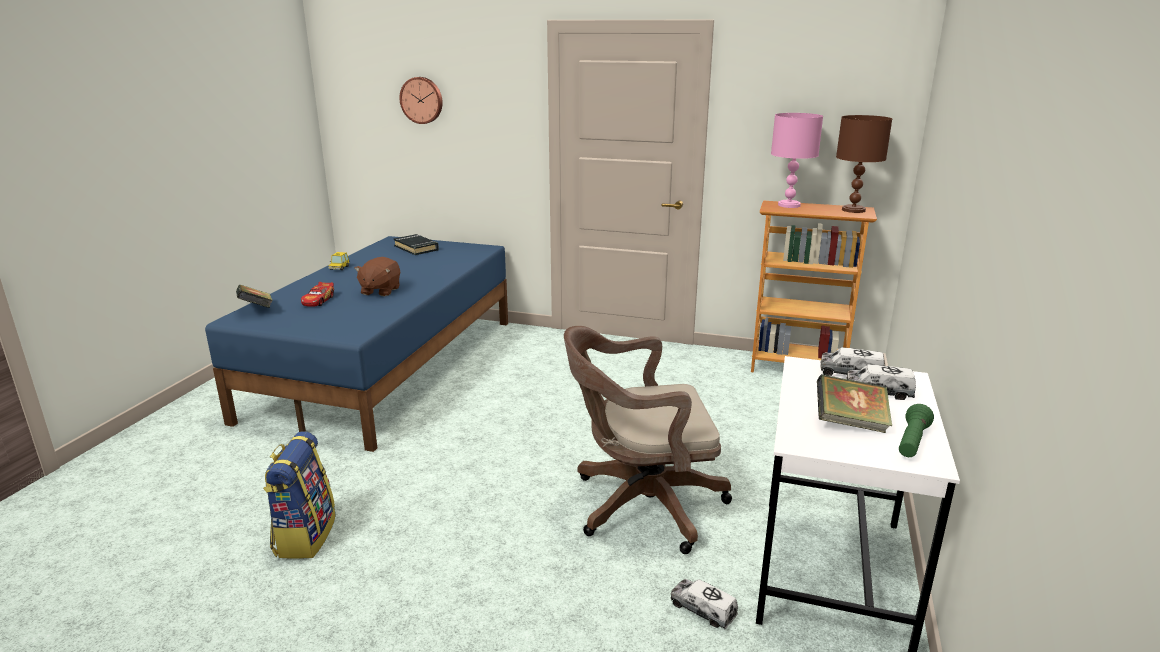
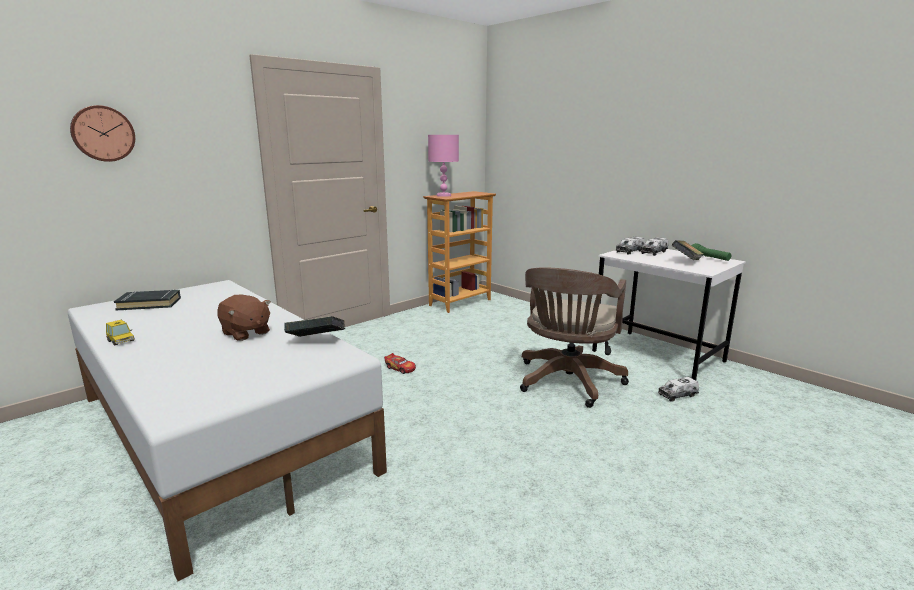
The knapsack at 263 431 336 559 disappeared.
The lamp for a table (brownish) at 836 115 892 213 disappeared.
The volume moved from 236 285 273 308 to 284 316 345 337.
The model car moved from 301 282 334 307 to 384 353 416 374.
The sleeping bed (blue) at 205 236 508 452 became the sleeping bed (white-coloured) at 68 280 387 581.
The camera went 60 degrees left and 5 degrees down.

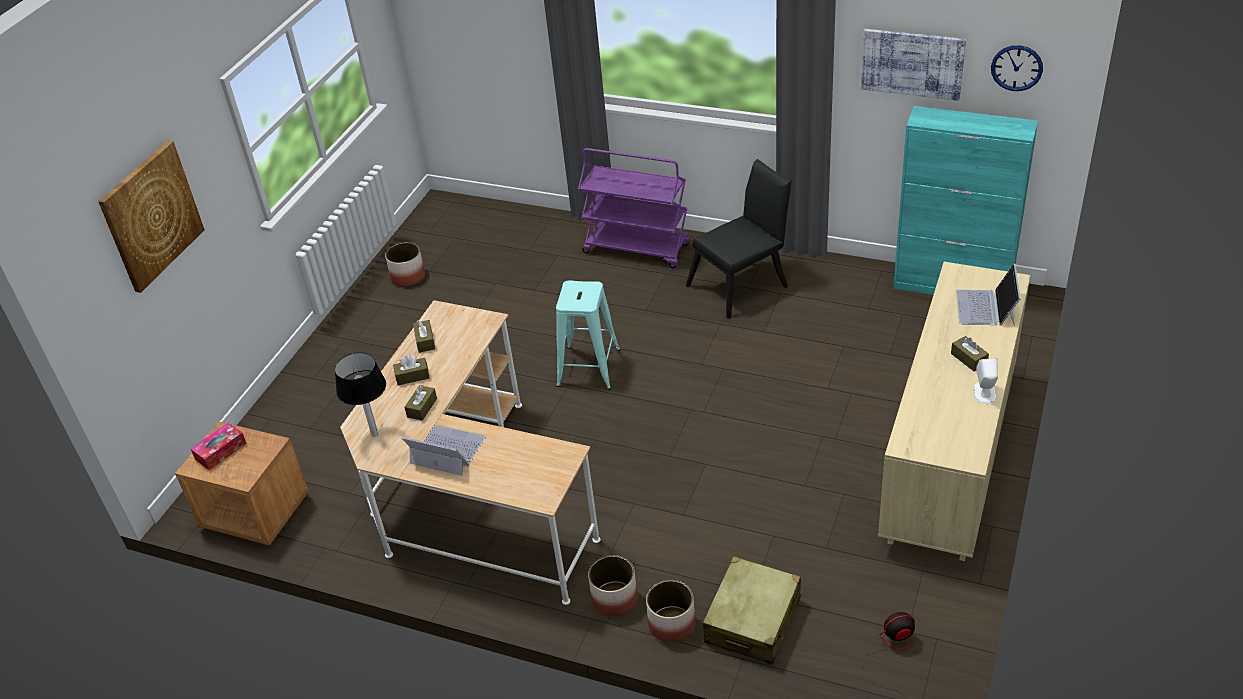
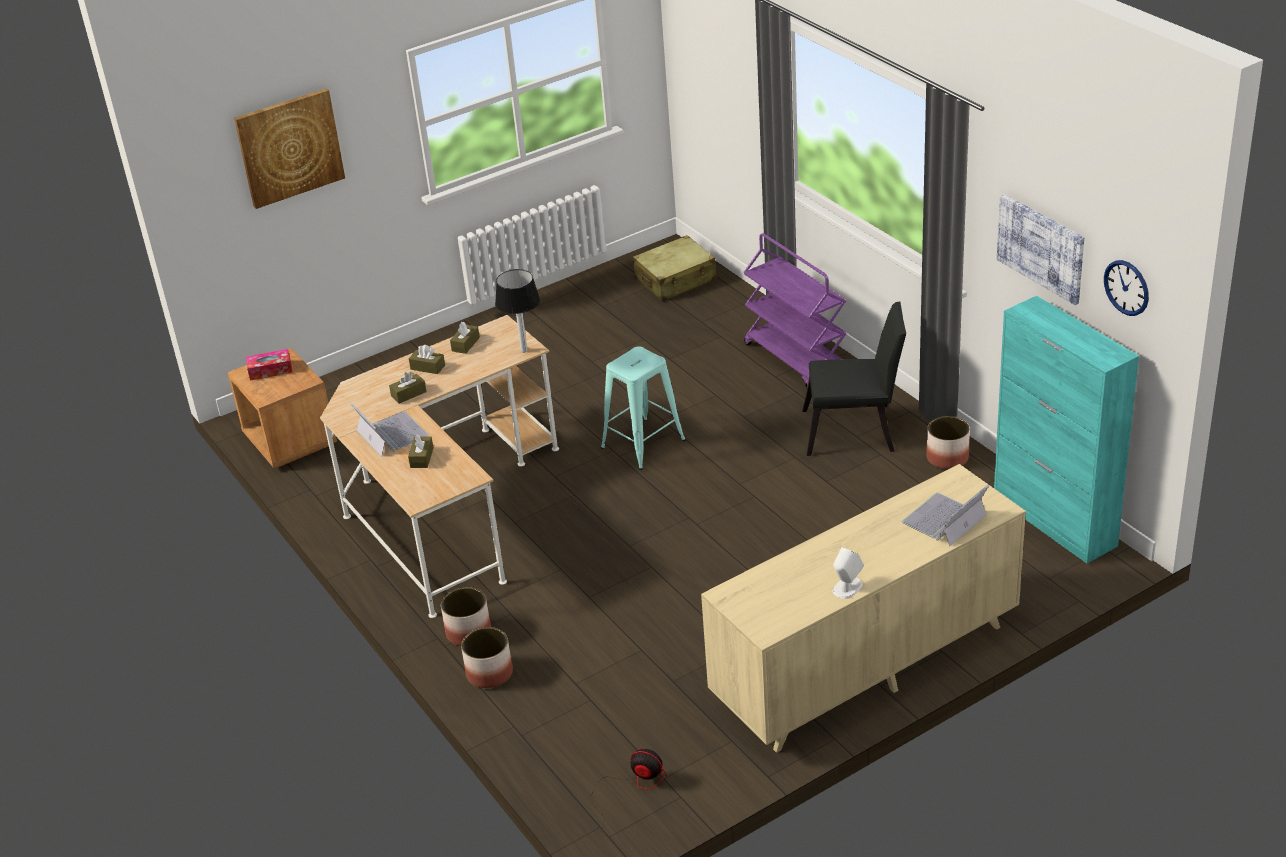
The lamp for a table moved from 335 352 386 437 to 495 269 540 353.
The planter moved from 385 242 425 287 to 926 416 970 469.
The suitcase (beige-coloured) moved from 703 556 801 665 to 633 235 717 301.
The tissue box (brownish) moved from 951 336 989 371 to 408 434 433 468.
The camera went 35 degrees right and 5 degrees down.

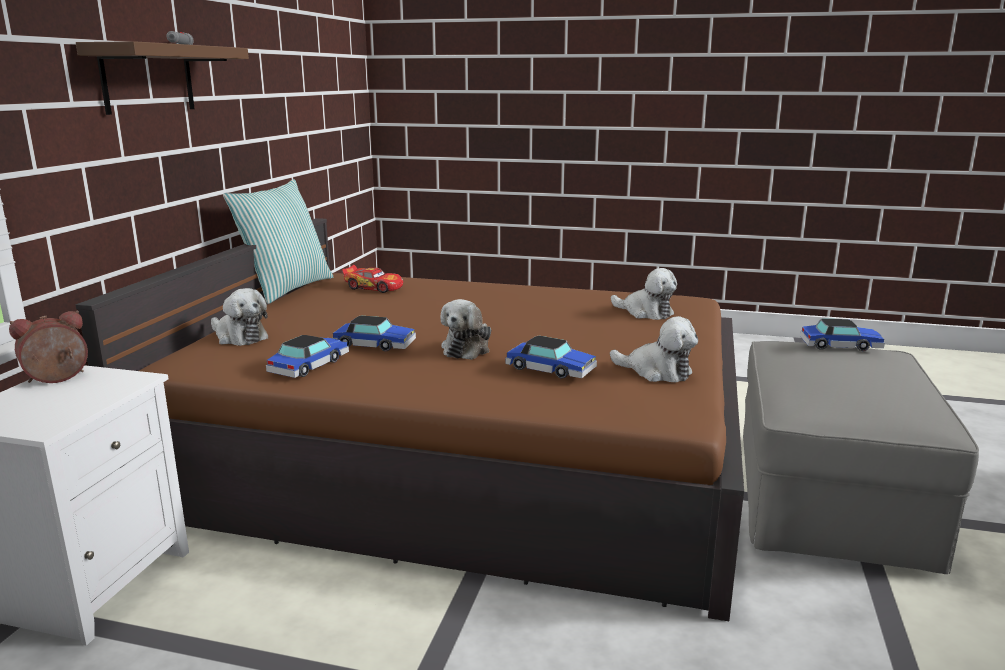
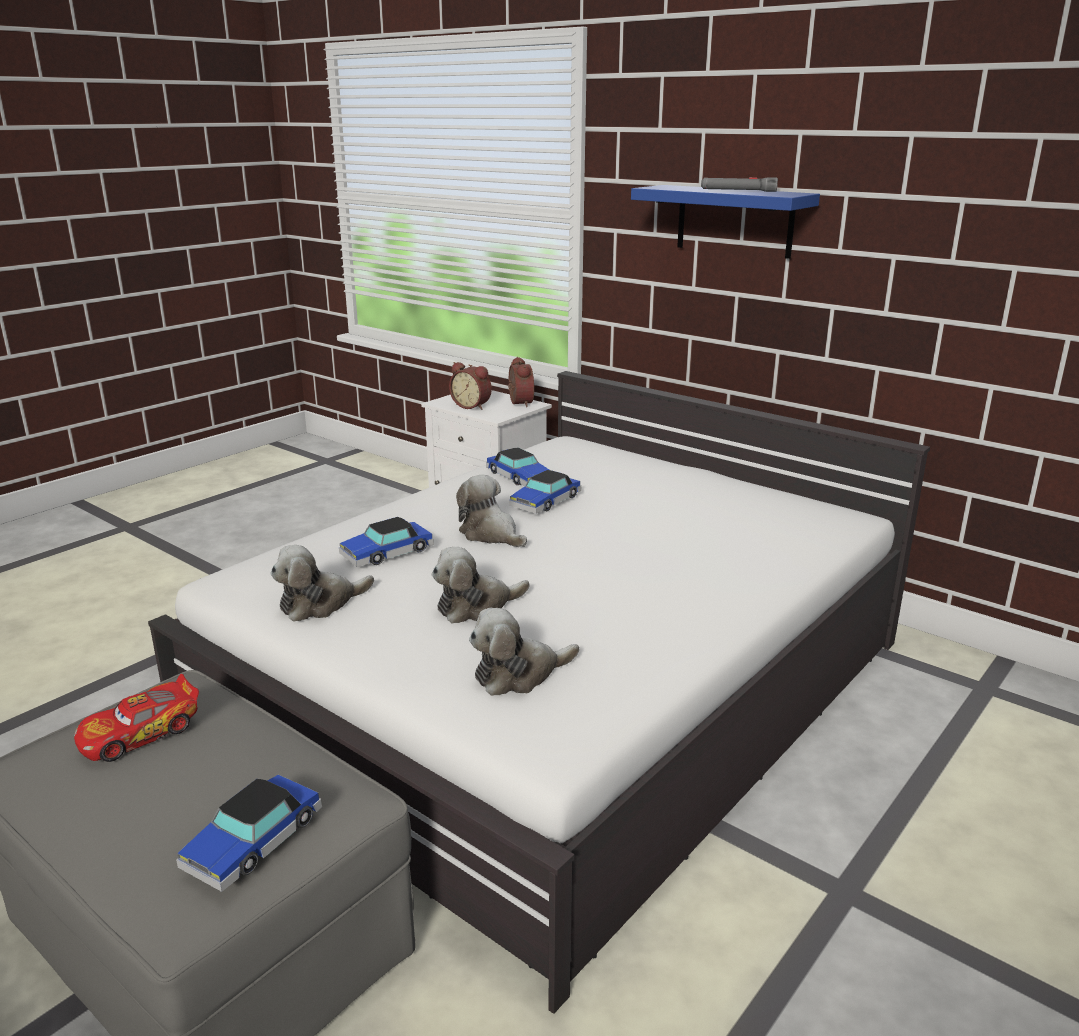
The pillow at 223 179 333 304 disappeared.
The table clock at 449 362 492 410 appeared.
The soft toy moved from 211 288 269 346 to 432 547 530 623.
The model car moved from 342 265 403 293 to 74 674 199 762.
The bracket shelf (brownish) at 76 41 249 115 became the bracket shelf (blue) at 631 185 820 259.
The sleeping bed (brownish) at 76 218 744 621 became the sleeping bed (white-coloured) at 148 371 930 1014.
The camera went 115 degrees right and 5 degrees up.

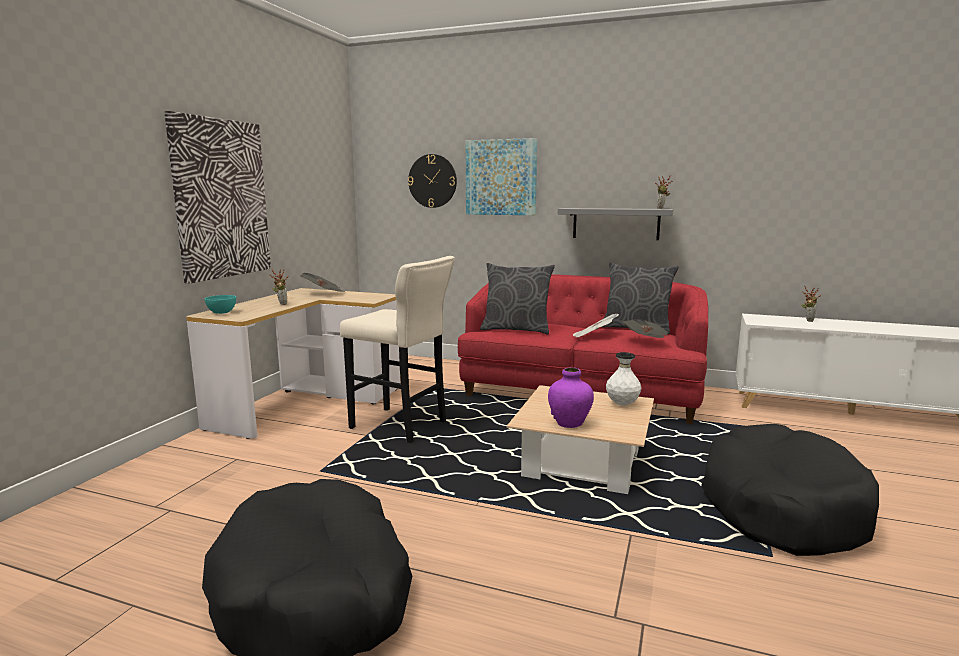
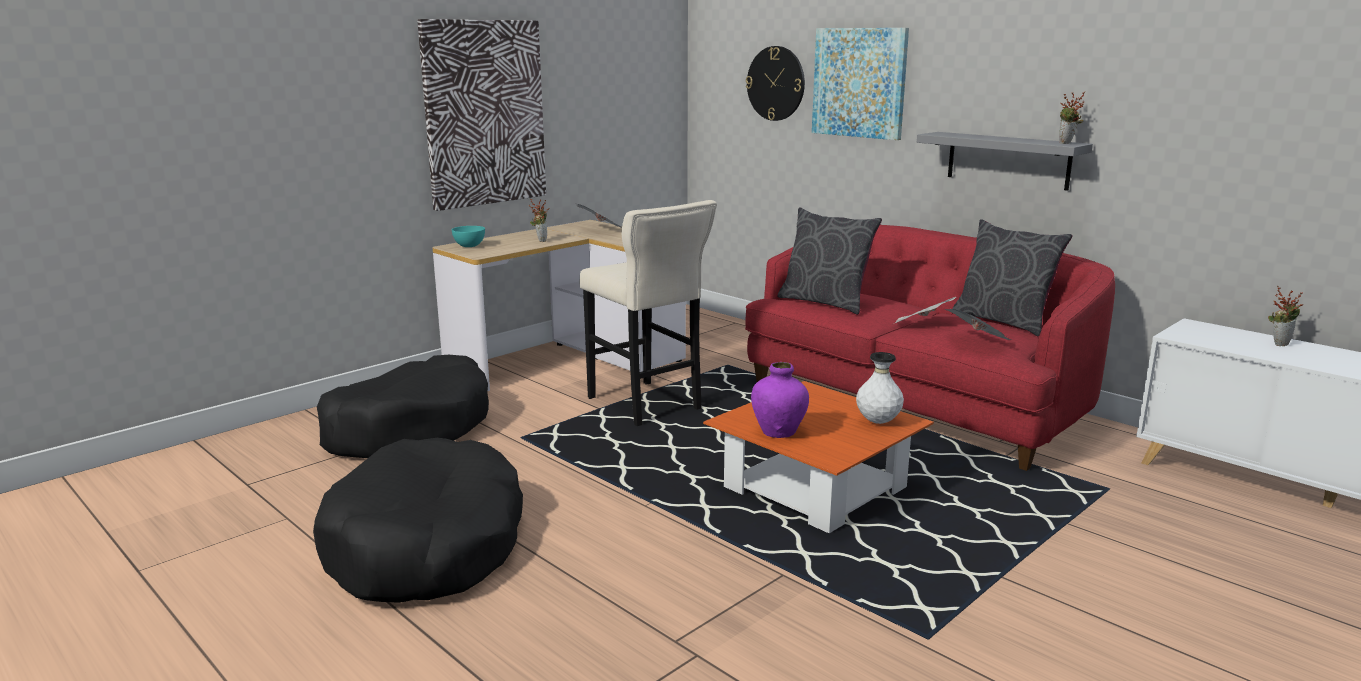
The dog cushion (blackish) moved from 701 424 879 556 to 317 355 489 458.
The coffee table (beige-coloured) at 507 385 654 494 became the coffee table (orange) at 703 381 934 533.
The camera went 25 degrees right and 5 degrees up.

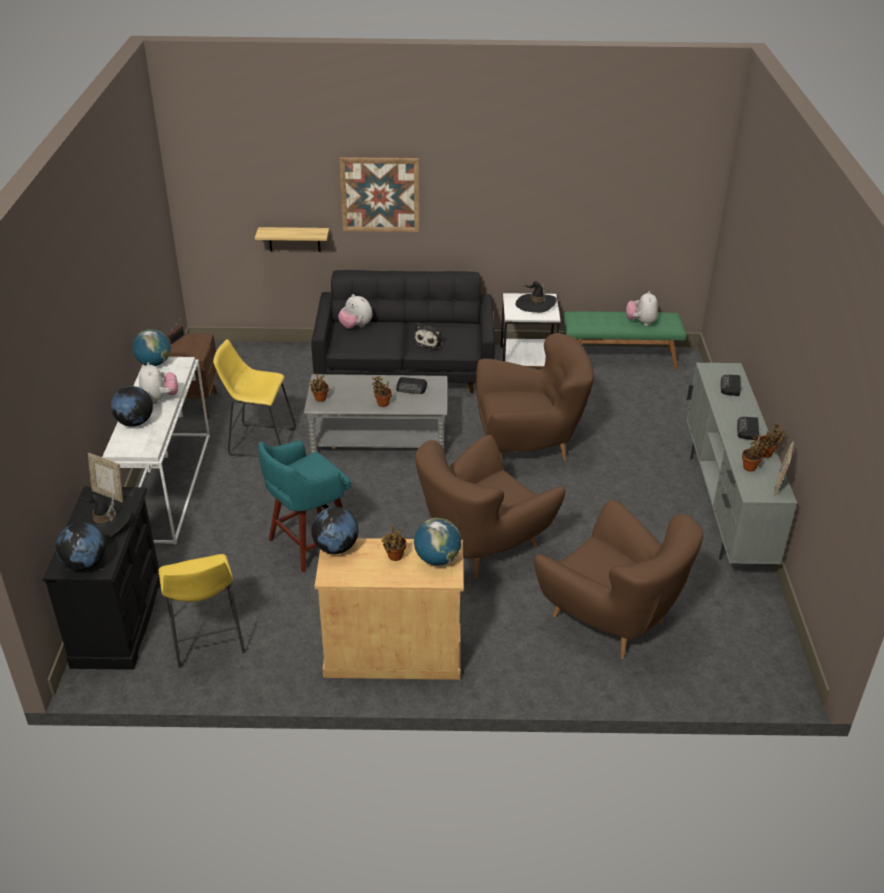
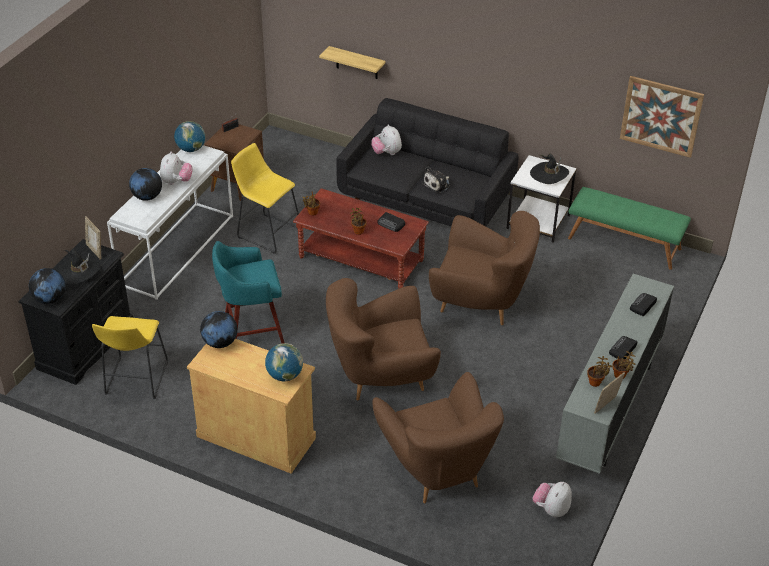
The plant in a pot at 381 525 406 561 disappeared.
The wall picture moved from 339 157 419 232 to 620 76 704 158.
The soft toy moved from 626 291 658 326 to 533 481 572 517.
The coffee table (gray) at 304 374 448 454 became the coffee table (brownish) at 293 188 429 289.
The camera went 25 degrees right and 5 degrees up.

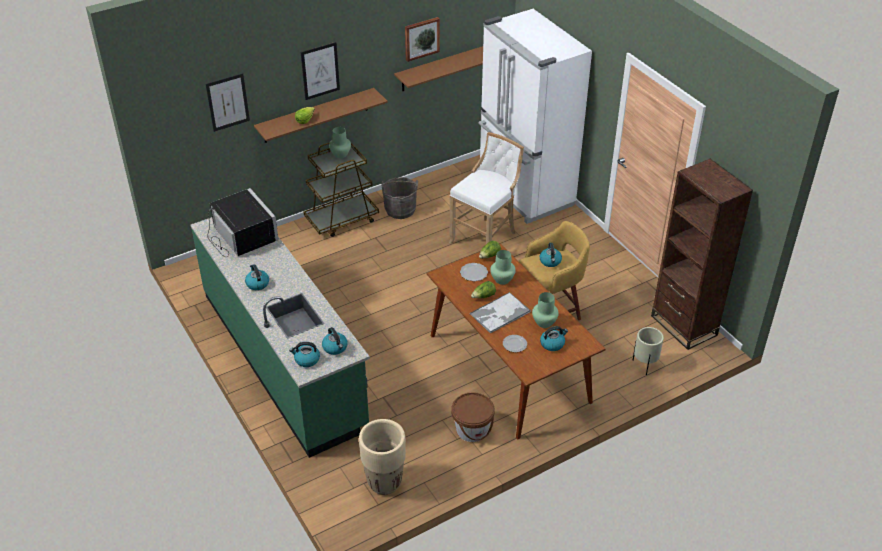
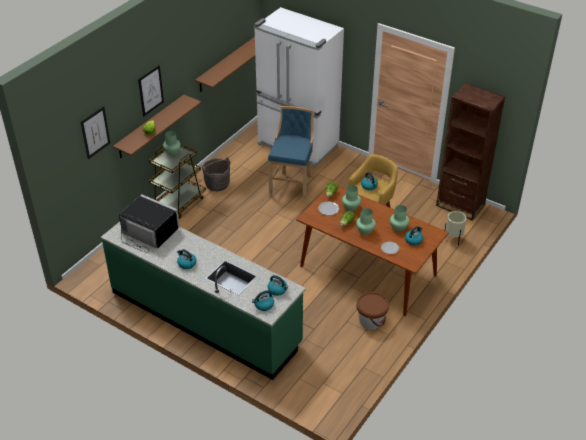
The planter (beige-coloured) at 359 419 406 495 disappeared.
The wall picture at 405 17 440 62 disappeared.
The tray at 470 292 531 334 was replaced by the decorative vase (greenish) at 356 208 376 235.
The stool seat (white-coloured) at 449 132 524 244 became the stool seat (blue) at 268 106 314 203.
The camera went 25 degrees left and 0 degrees up.

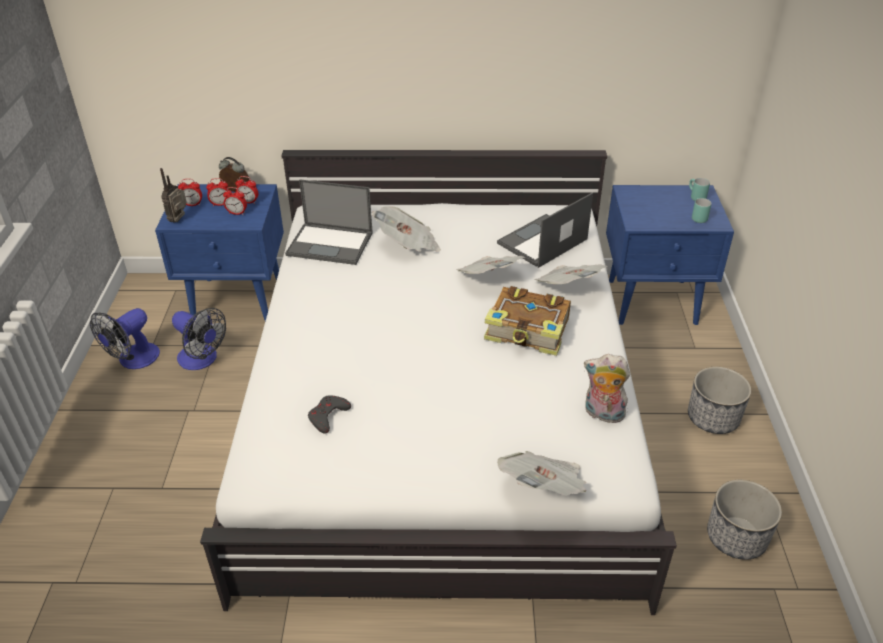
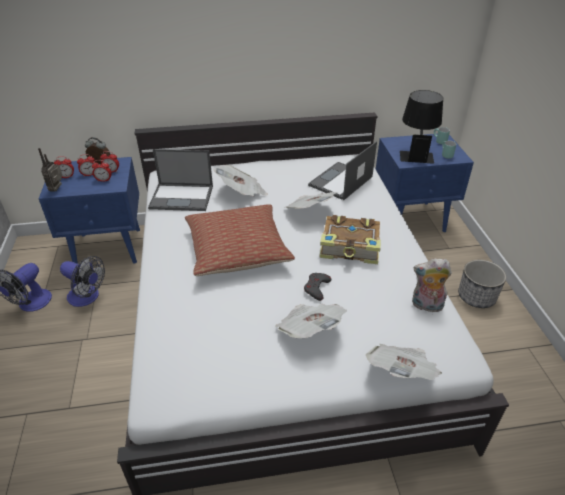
The planter at 707 480 782 560 disappeared.
The pillow at 185 204 295 276 appeared.
The lamp for a table (blackish) at 400 90 443 164 appeared.
The game controller (gray) moved from 308 395 351 434 to 304 273 331 301.
The daily paper moved from 535 264 608 284 to 275 304 347 338.
The camera went 10 degrees left and 0 degrees up.

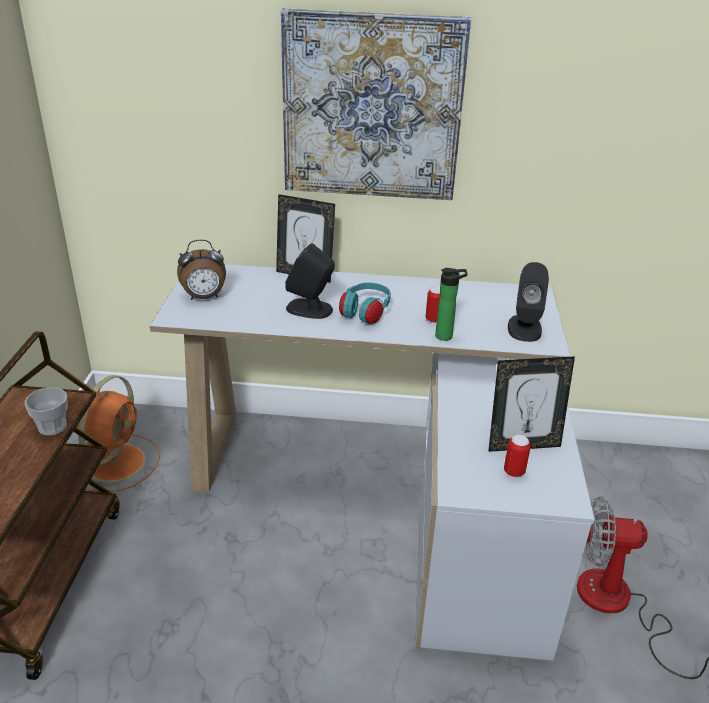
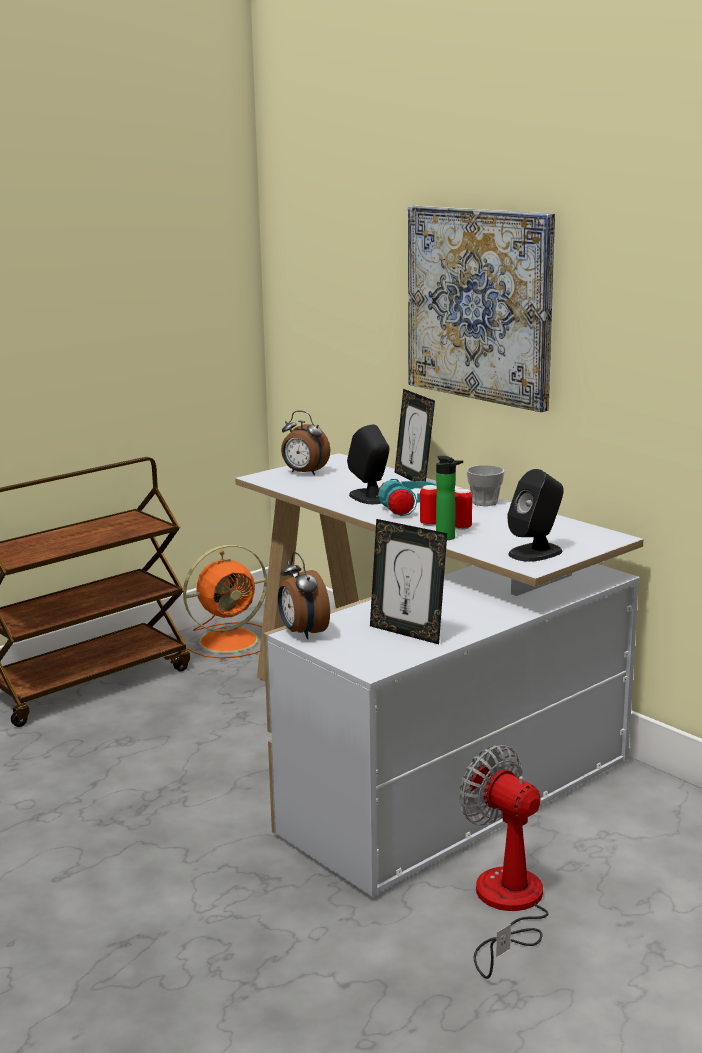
The table clock at 278 552 330 639 appeared.
The small cup moved from 25 387 68 435 to 466 465 505 506.
The sealed can moved from 504 435 531 477 to 420 485 437 526.
The camera went 45 degrees right and 15 degrees down.

